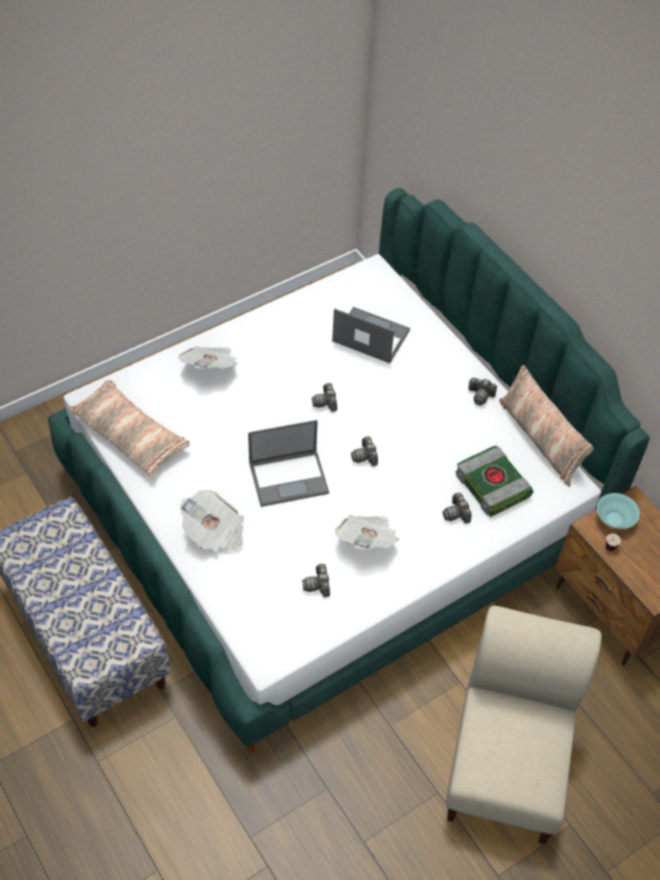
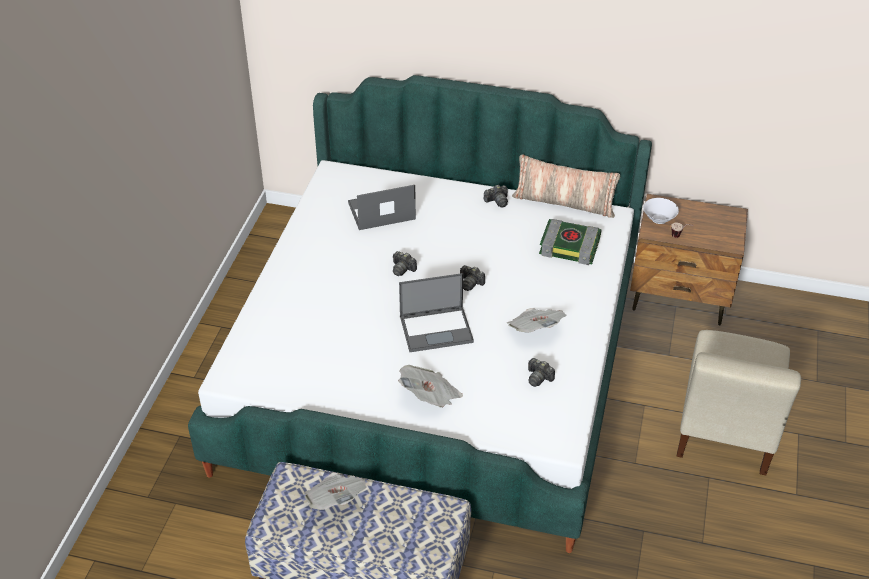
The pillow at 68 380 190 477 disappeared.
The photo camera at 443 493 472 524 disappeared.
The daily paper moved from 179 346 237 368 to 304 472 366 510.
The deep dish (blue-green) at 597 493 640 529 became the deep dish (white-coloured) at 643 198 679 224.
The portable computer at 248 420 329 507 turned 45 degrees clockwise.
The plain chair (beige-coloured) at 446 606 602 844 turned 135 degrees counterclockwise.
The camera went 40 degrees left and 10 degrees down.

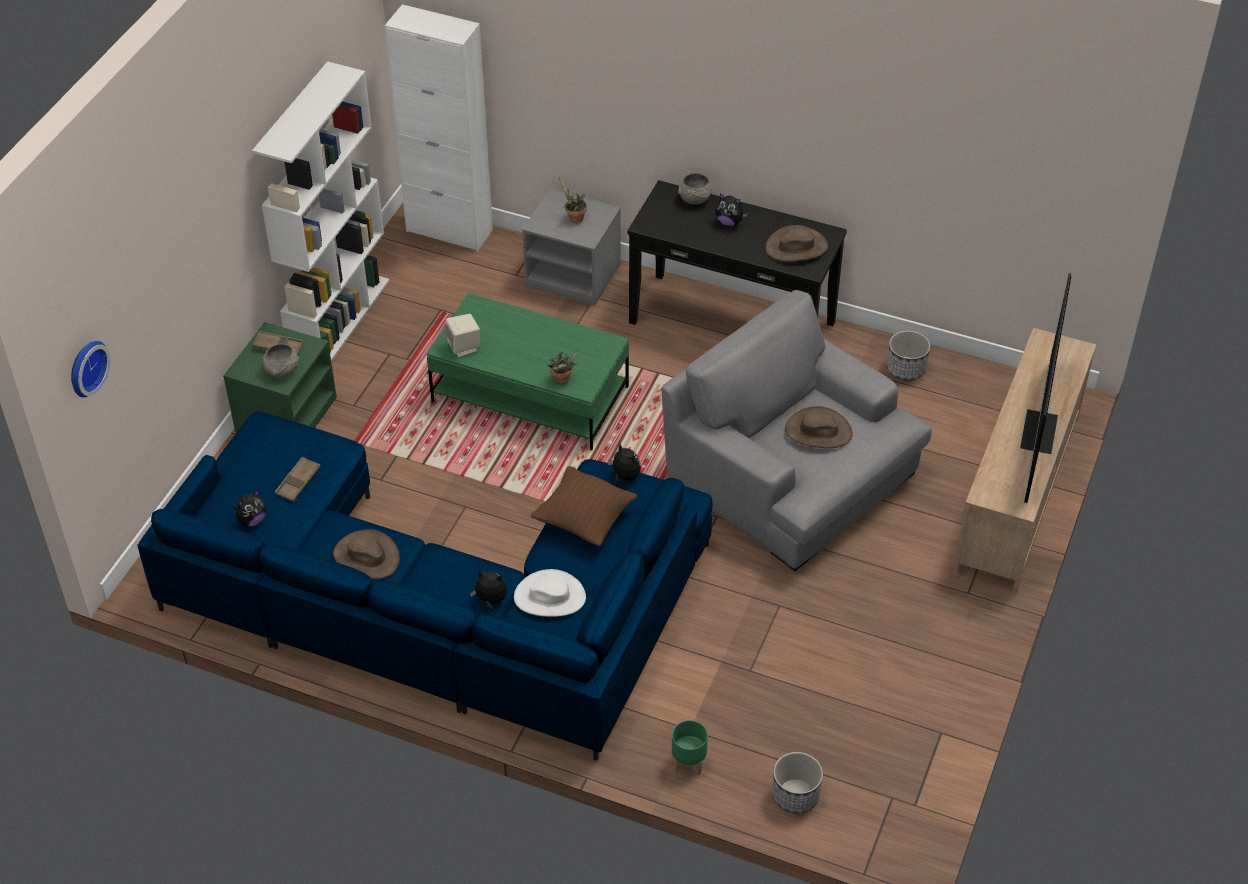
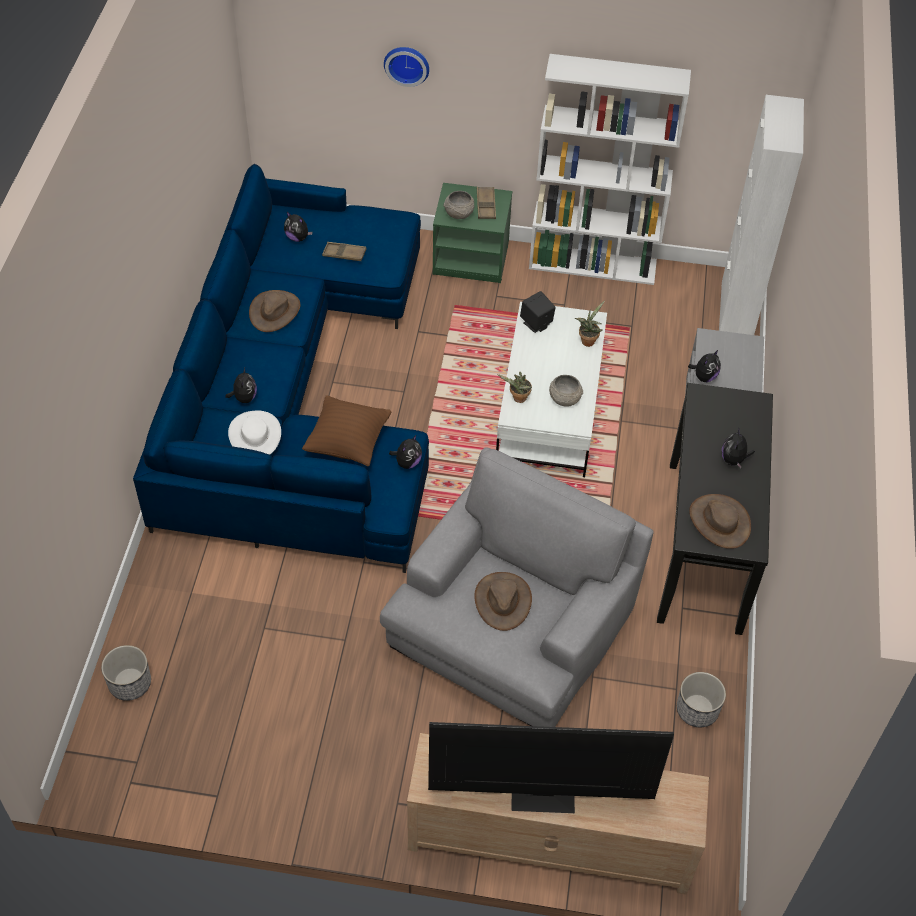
The planter (greenish) at 672 720 708 775 disappeared.
The soft toy at 688 349 721 382 appeared.
The wall clock moved from 71 341 111 398 to 384 47 429 87.
The plant in a pot moved from 559 177 587 223 to 575 301 605 347.
The deep dish (gray) moved from 678 173 712 205 to 549 375 583 407.
The coffee table (greenish) at 427 293 629 450 became the coffee table (white-coloured) at 496 302 607 477.
The speaker (beige-coloured) at 445 314 480 357 became the speaker (blackish) at 520 291 556 333.
The camera went 75 degrees right and 5 degrees up.

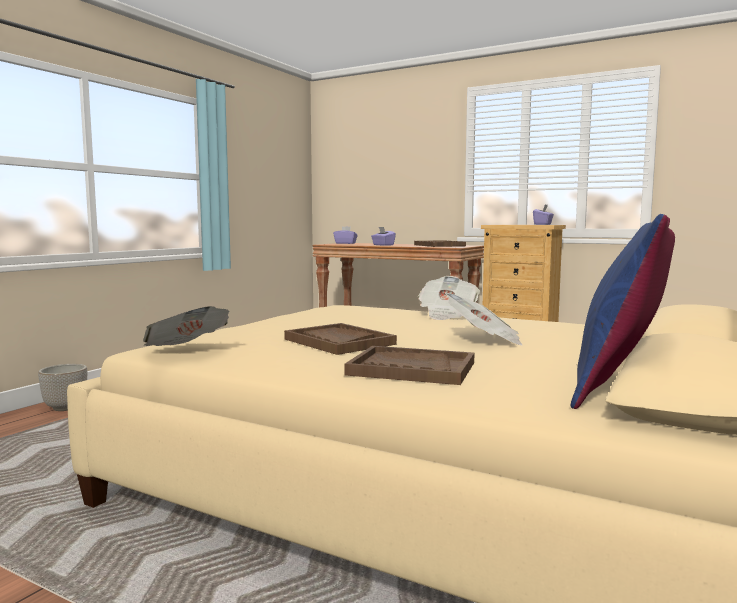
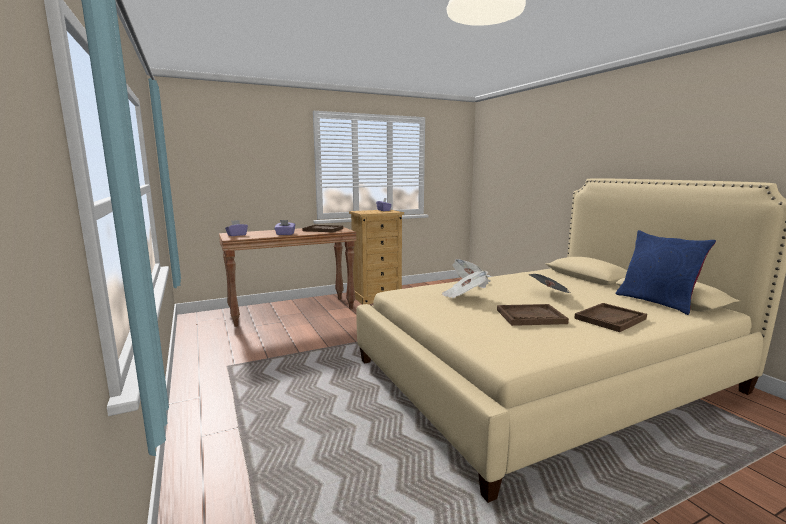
The planter at 38 364 87 411 disappeared.
The daily paper moved from 143 306 229 346 to 442 271 488 298.
The camera went 55 degrees left and 5 degrees up.

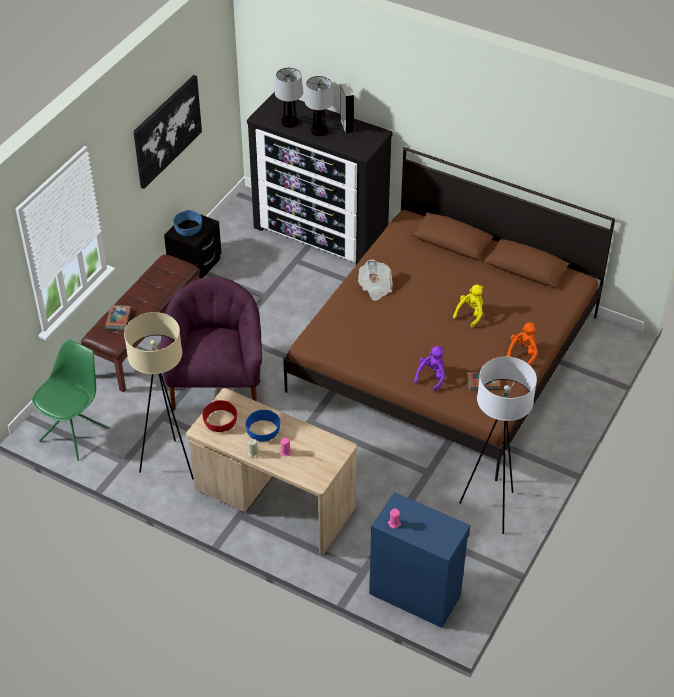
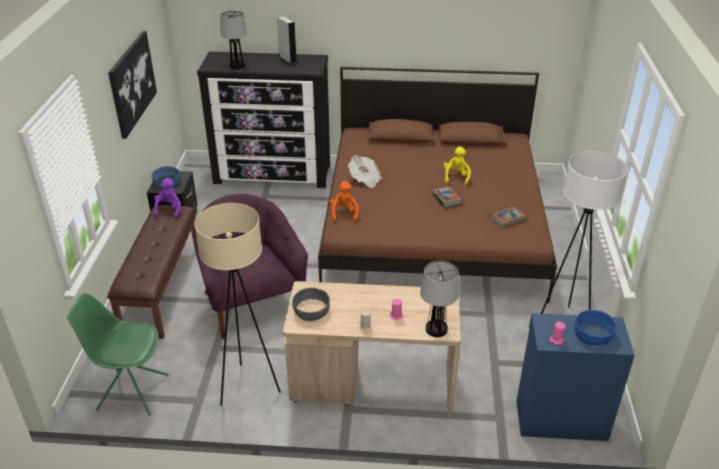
The volume moved from 105 305 131 330 to 432 186 462 207.
The deep dish (blue) moved from 245 410 280 441 to 574 310 617 346.
The lamp for a table moved from 305 76 334 136 to 420 261 459 337.
The soft toy (purple) moved from 414 346 445 391 to 154 178 181 219.
The soft toy (orange) moved from 506 322 538 365 to 329 181 359 223.
The deep dish (red-coloured) at 202 400 237 432 became the deep dish (gray) at 292 288 330 321.
The plain chair (greenish) at 32 339 109 461 turned 90 degrees counterclockwise.
The camera went 25 degrees left and 10 degrees down.

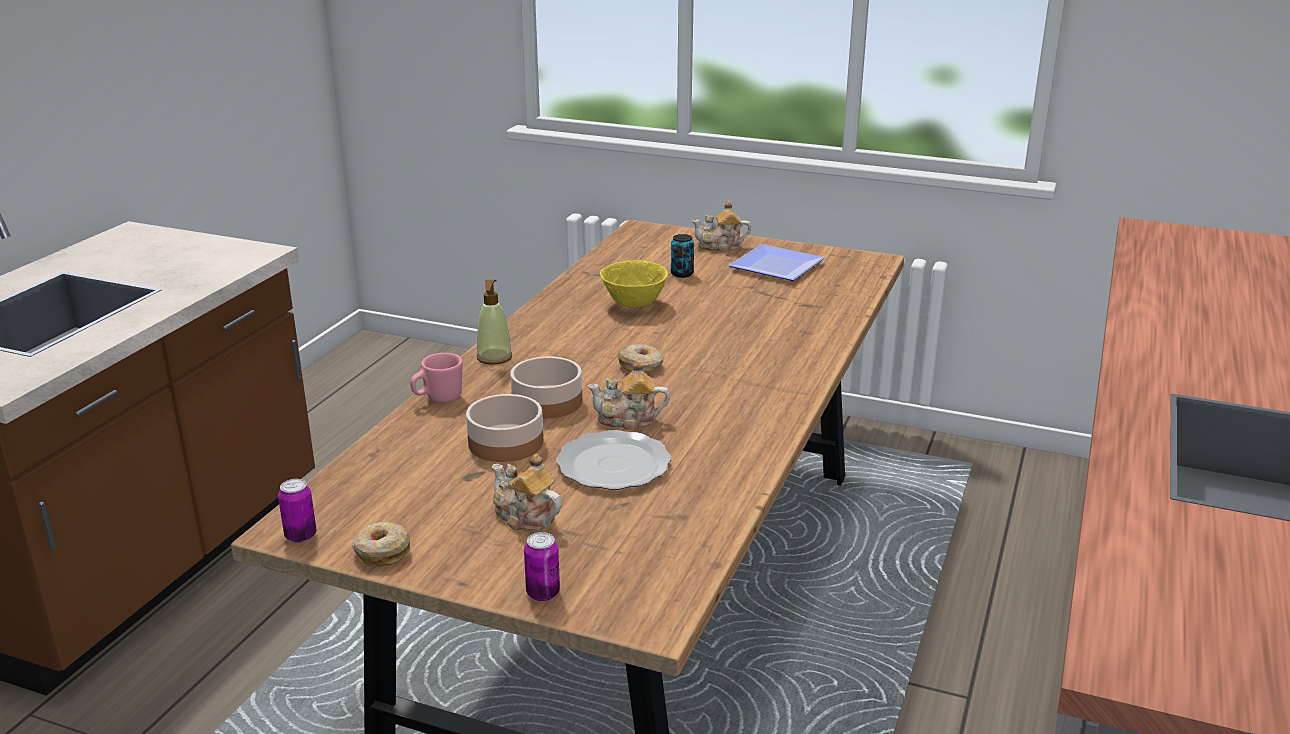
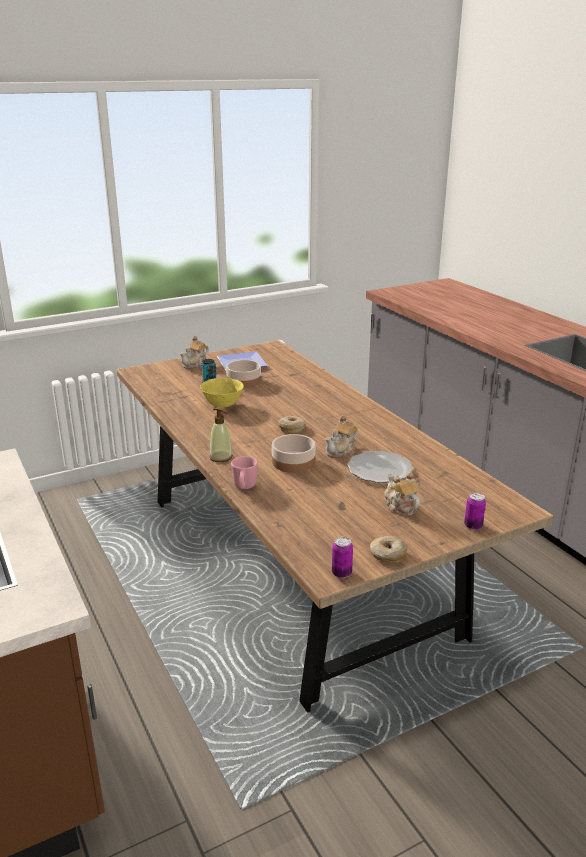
The deep dish moved from 466 394 543 462 to 226 360 261 388.
The tea pot at 492 454 562 530 turned 75 degrees clockwise.
The camera went 50 degrees left and 0 degrees up.

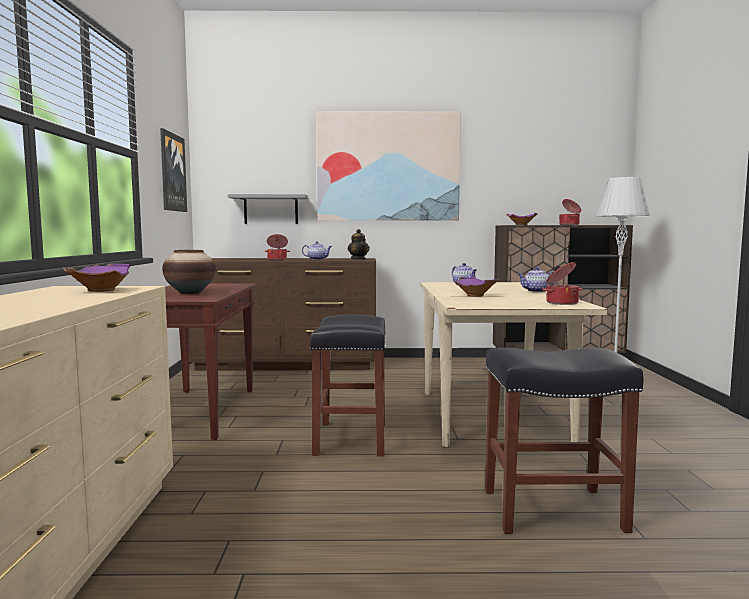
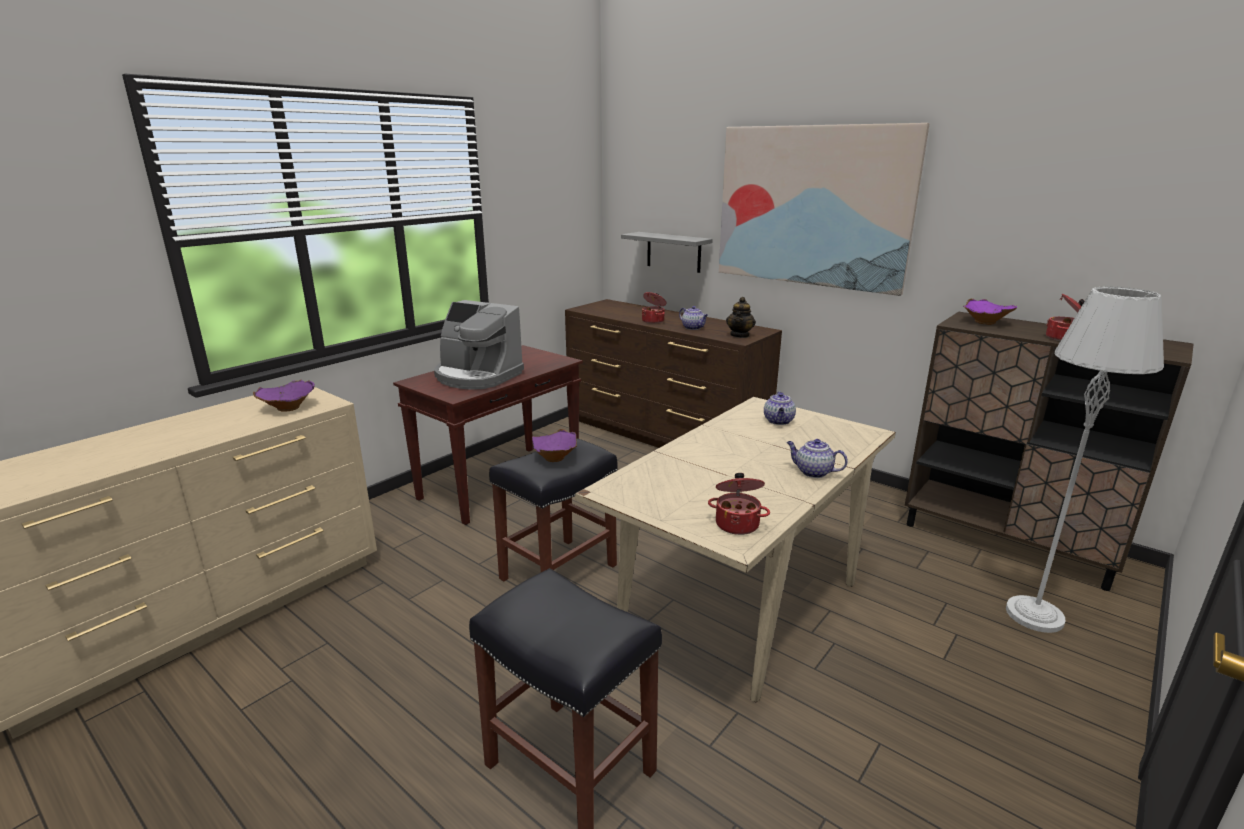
The wall picture at 160 128 187 212 disappeared.
The deep dish (purple) moved from 454 277 499 297 to 532 429 577 462.
The decorative vase at 162 250 216 294 was replaced by the coffee brewer at 434 300 524 390.
The camera went 40 degrees right and 15 degrees up.

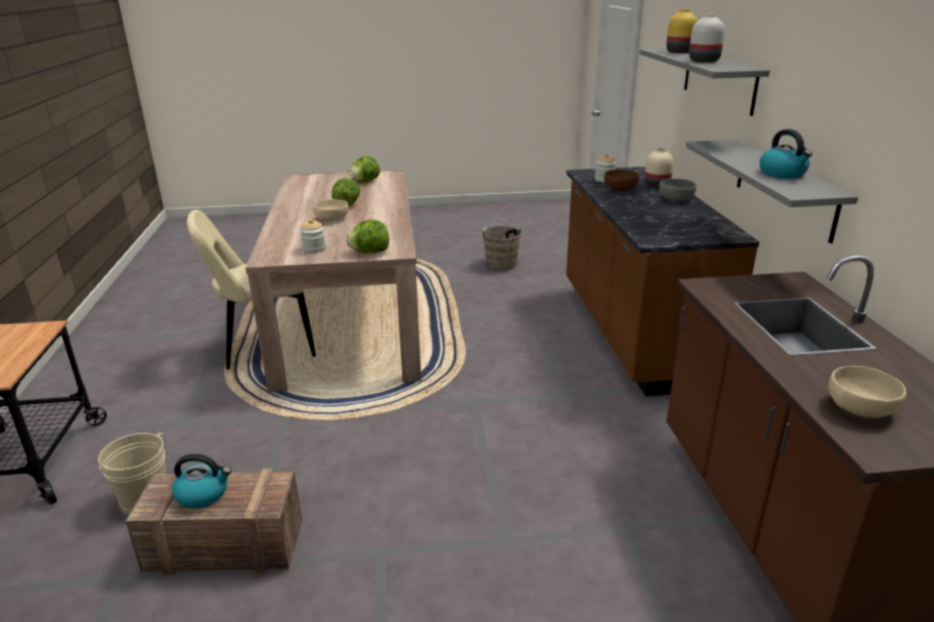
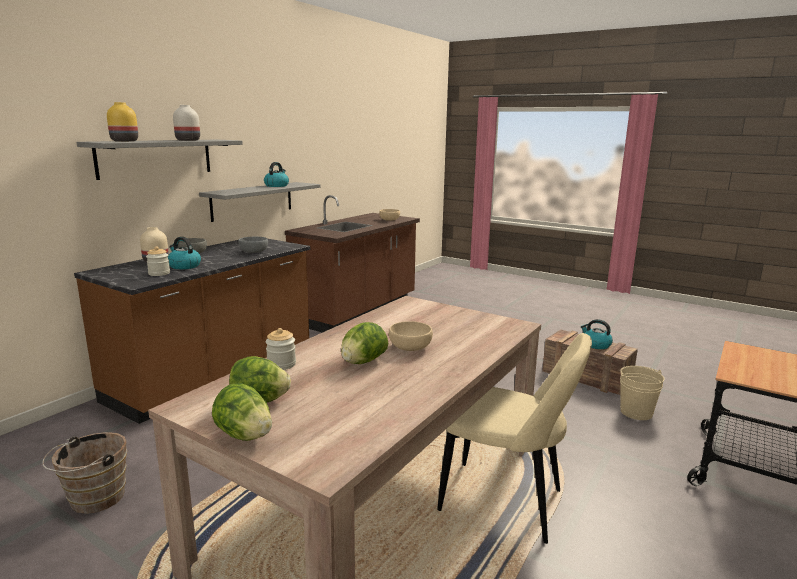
The deep dish (gray) at 238 237 268 253 appeared.
The storage jar moved from 300 219 326 253 to 266 328 296 370.
The lettuce moved from 346 220 389 253 to 212 383 272 441.
The deep dish (brownish) at 604 170 639 191 was replaced by the kettle at 168 237 201 269.
The camera went 140 degrees left and 10 degrees down.

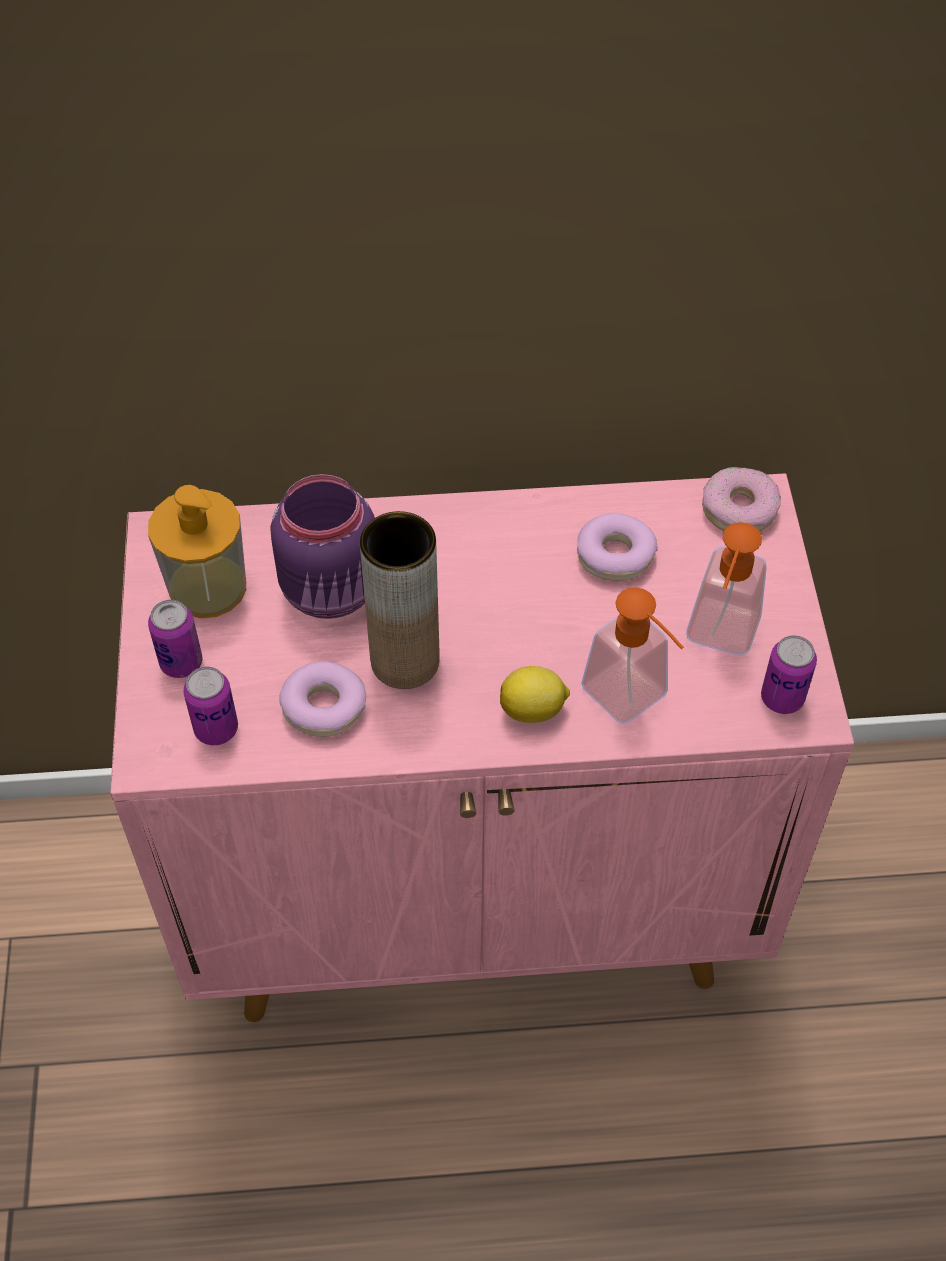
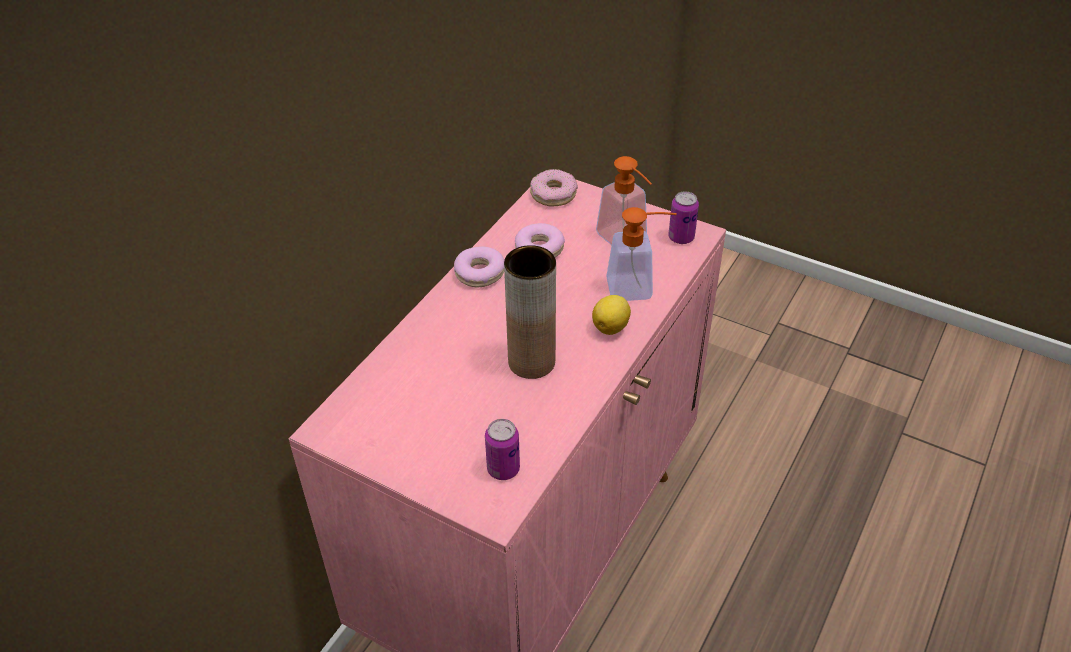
The soap dispenser at 148 485 246 618 disappeared.
The sealed can at 148 600 202 678 disappeared.
The storage jar (purple) at 270 474 375 619 disappeared.
The doughnut moved from 279 661 367 737 to 454 247 504 287.
The camera went 55 degrees left and 10 degrees down.

